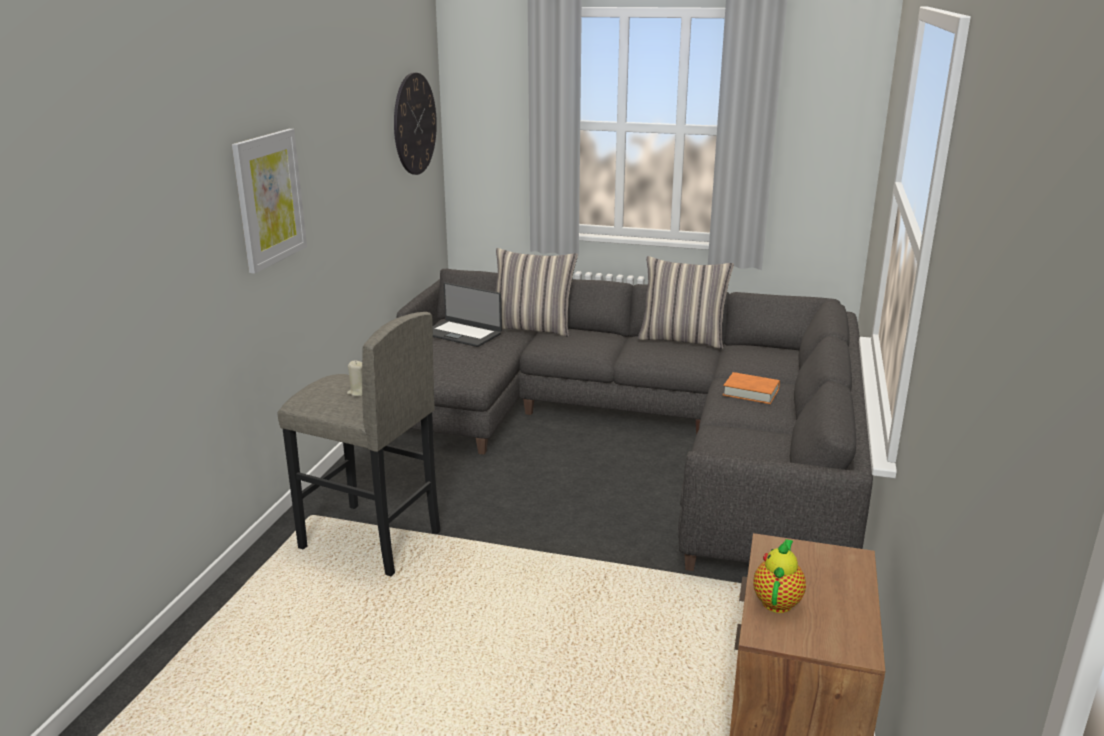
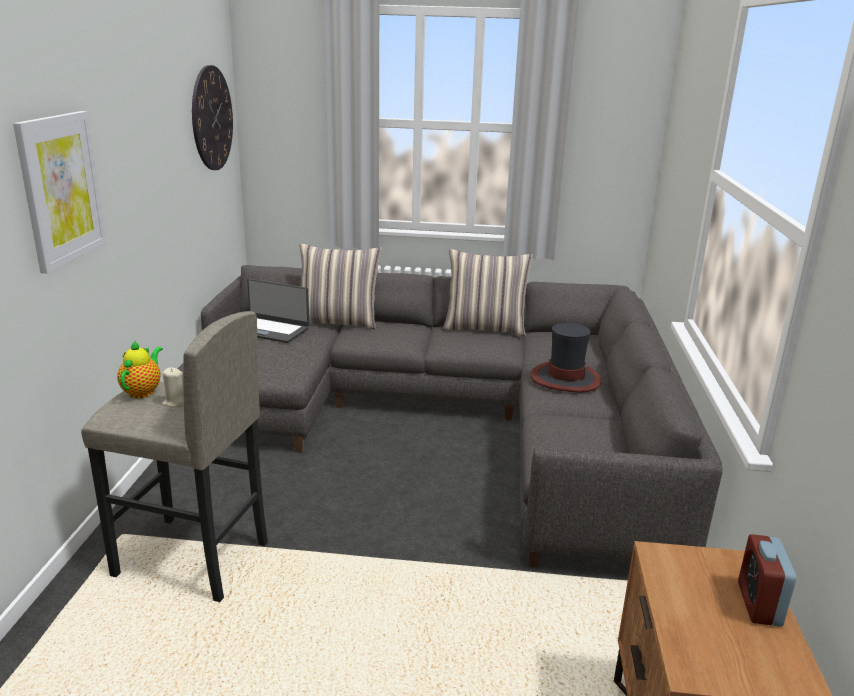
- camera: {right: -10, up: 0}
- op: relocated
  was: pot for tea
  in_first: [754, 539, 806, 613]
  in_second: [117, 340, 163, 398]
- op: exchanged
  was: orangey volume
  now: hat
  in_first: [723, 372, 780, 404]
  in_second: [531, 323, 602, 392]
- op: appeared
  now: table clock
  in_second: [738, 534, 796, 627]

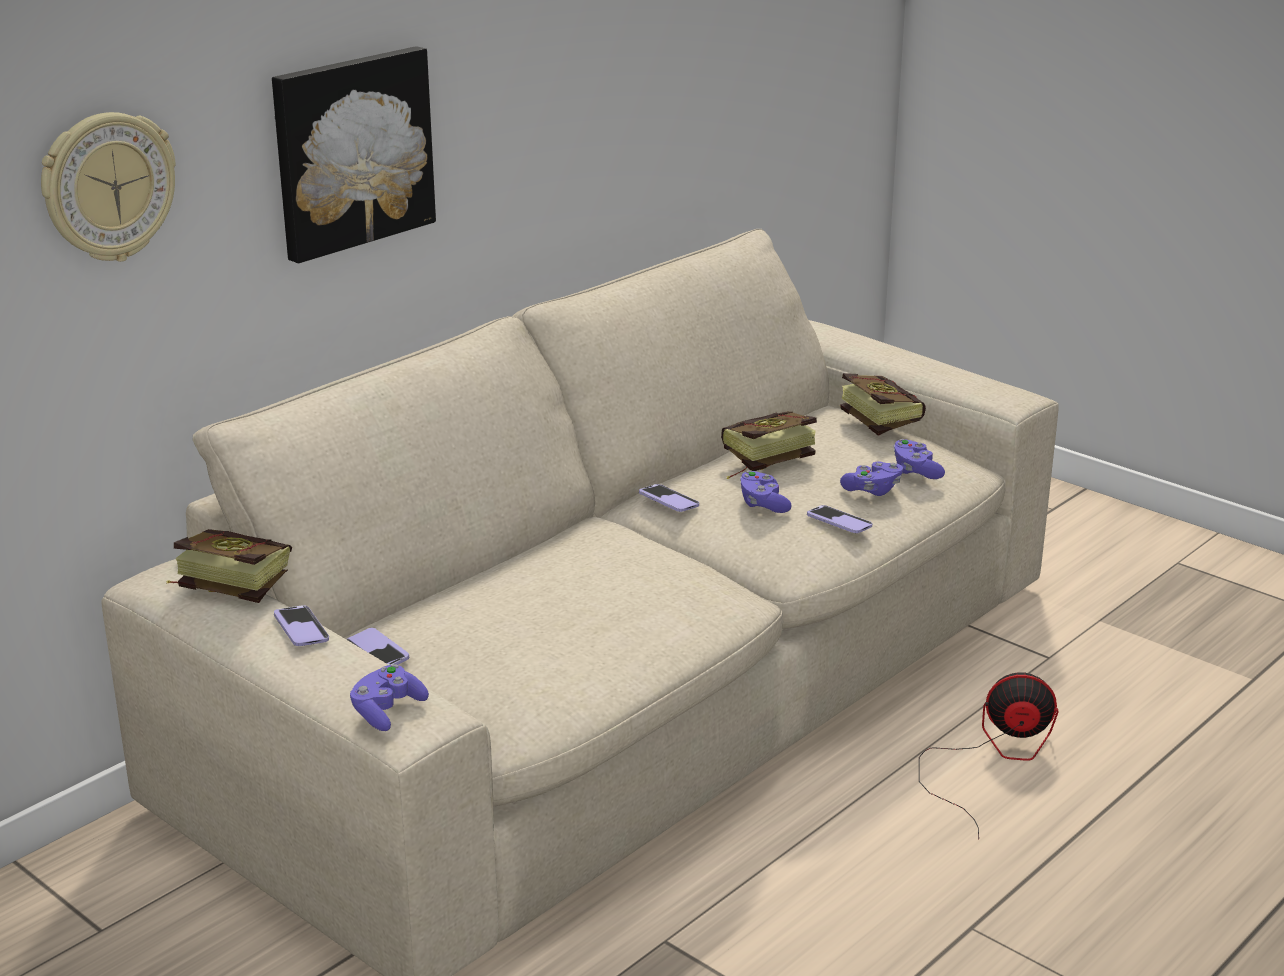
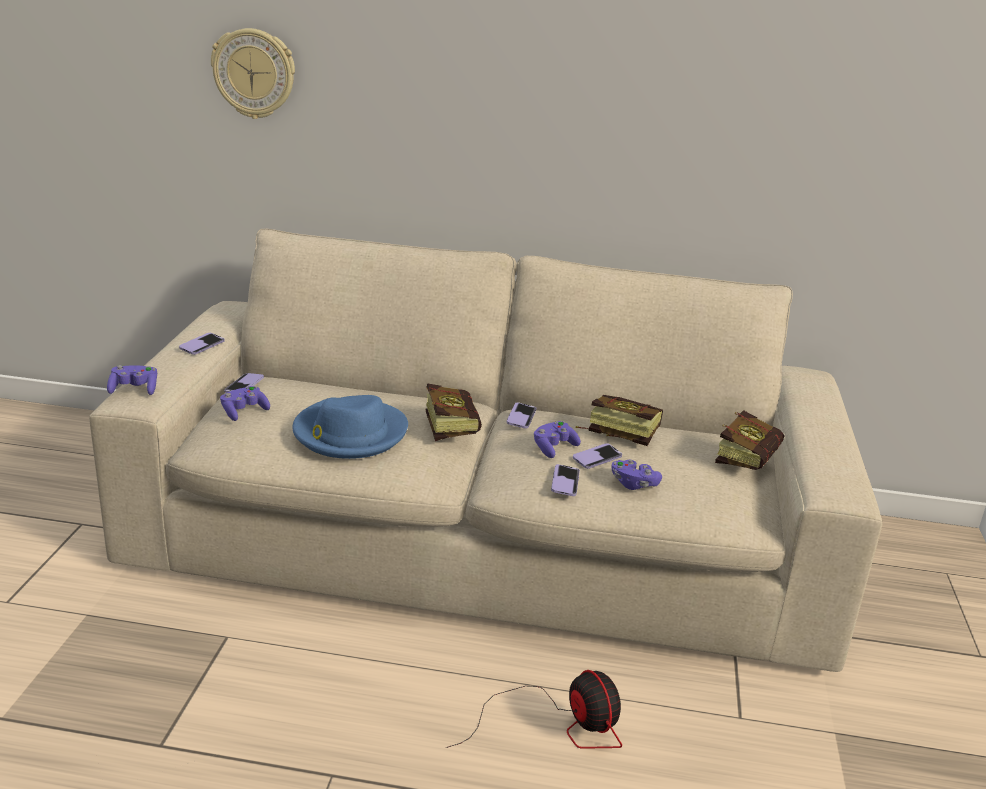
- camera: {right: 55, up: 0}
- op: relocated
  was: purple-coloured game controller
  in_first: [893, 439, 945, 479]
  in_second: [220, 386, 270, 421]
- op: appeared
  now: blue hat
  in_second: [292, 395, 408, 459]
- op: relocated
  was: volume
  in_first: [166, 529, 292, 603]
  in_second: [426, 383, 482, 441]
- op: appeared
  now: handset
  in_second: [573, 443, 622, 469]
- op: missing
  was: wall art
  in_first: [272, 46, 436, 263]

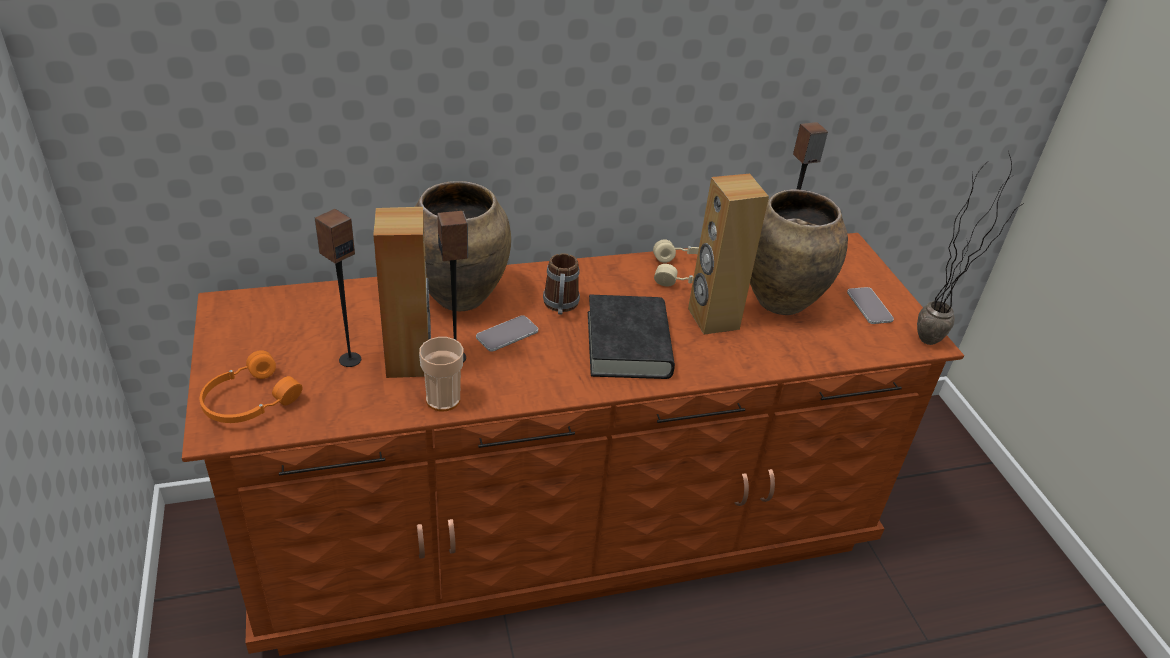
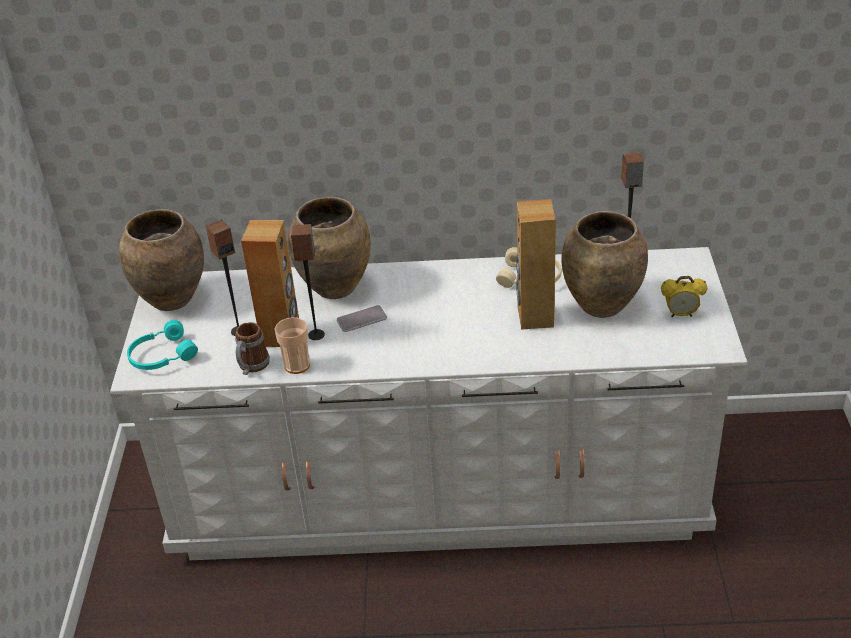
- camera: {right: 20, up: 0}
- op: colour
  was: brown-coloured drawer chest
  now: white-coloured drawer chest
  in_first: [182, 233, 964, 656]
  in_second: [110, 247, 747, 560]
- op: appeared
  now: brown-coloured flower vase
  in_second: [119, 209, 204, 311]
- op: colour
  was: orangey pair of headphones
  now: turquoise pair of headphones
  in_first: [200, 350, 303, 423]
  in_second: [127, 320, 198, 370]
- op: relocated
  was: mug
  in_first: [543, 253, 580, 315]
  in_second: [235, 322, 270, 375]
- op: exchanged
  was: handset
  now: table clock
  in_first: [847, 287, 894, 324]
  in_second: [661, 276, 707, 317]
- op: missing
  was: black-coloured volume
  in_first: [588, 295, 675, 379]
- op: missing
  was: plant in a pot
  in_first: [917, 151, 1024, 345]

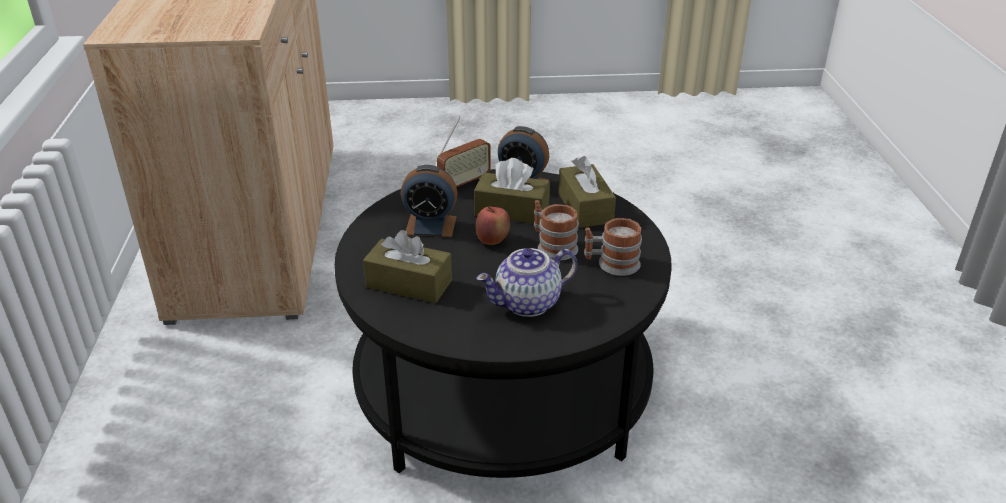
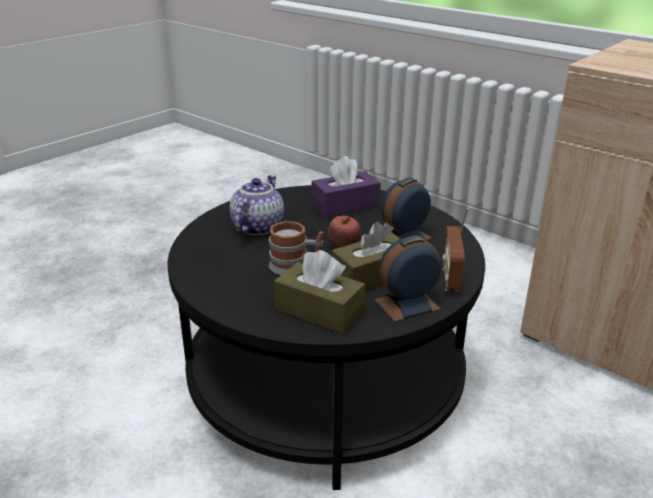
- camera: {right: 135, up: -5}
- op: colour
  was: brown-coloured box of tissues
  now: purple-coloured box of tissues
  in_first: [363, 230, 452, 303]
  in_second: [312, 156, 381, 218]
- op: missing
  was: mug
  in_first: [584, 218, 642, 276]

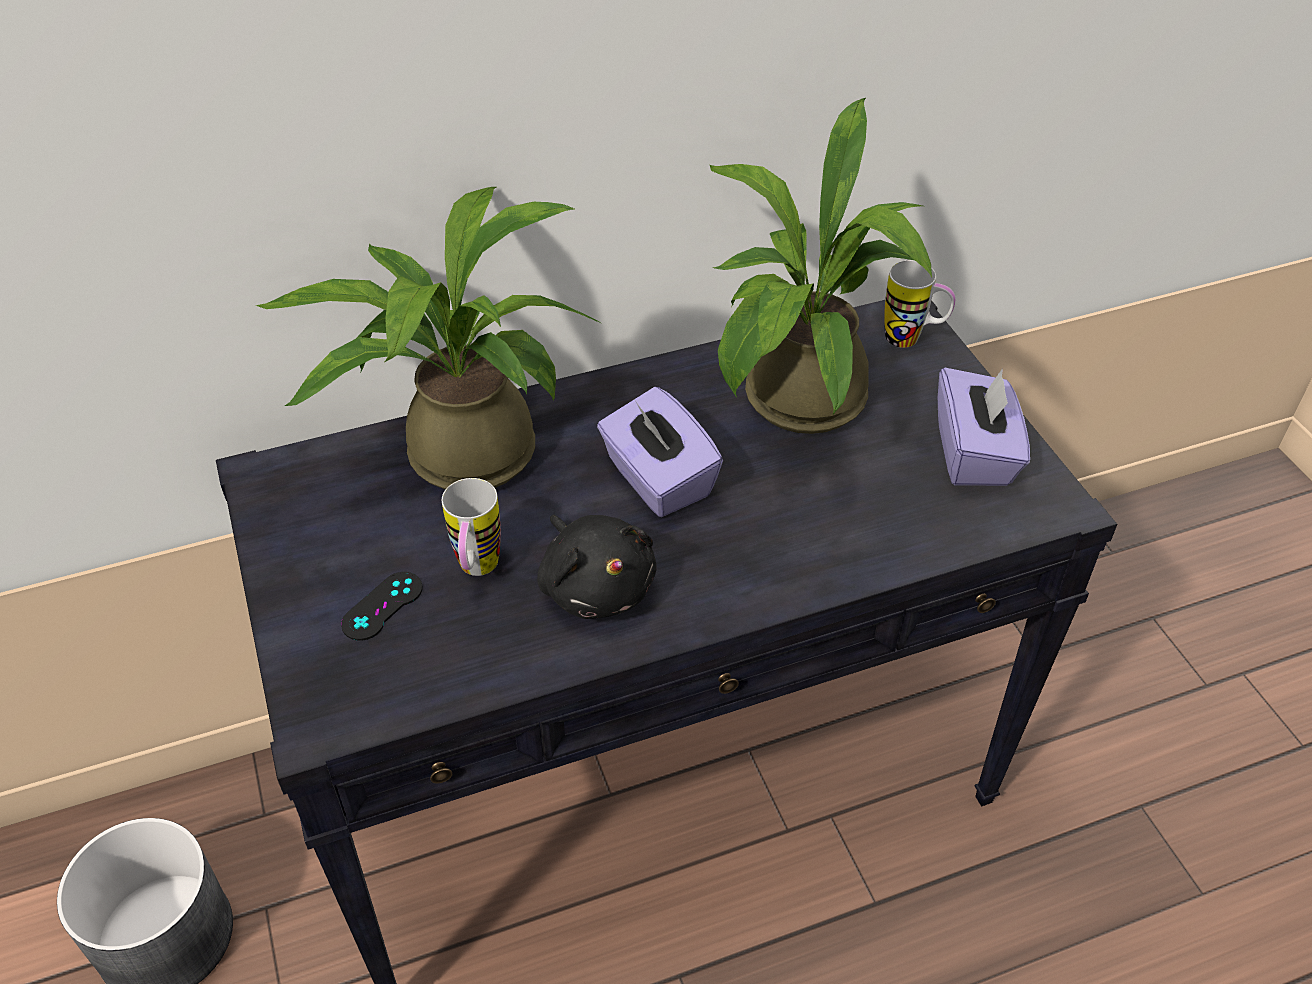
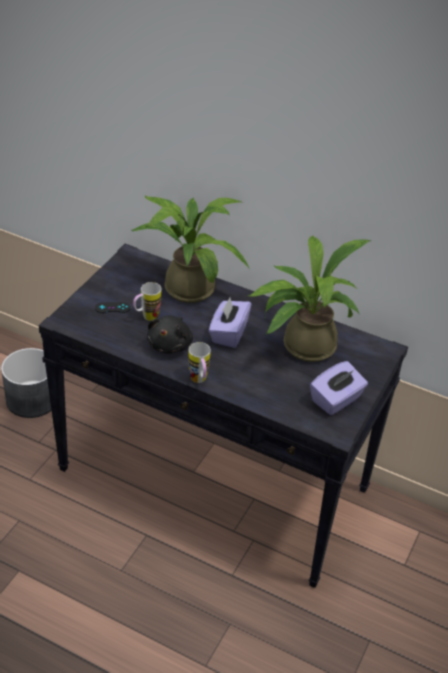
- camera: {right: 45, up: -5}
- op: relocated
  was: mug
  in_first: [884, 260, 955, 348]
  in_second: [188, 342, 211, 383]

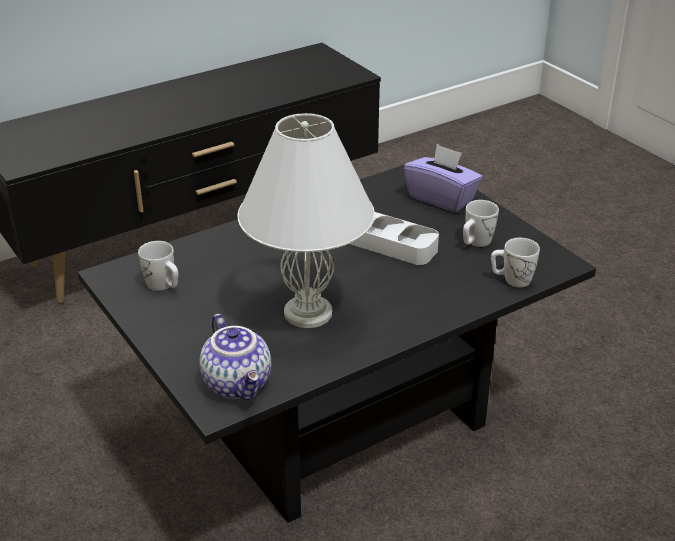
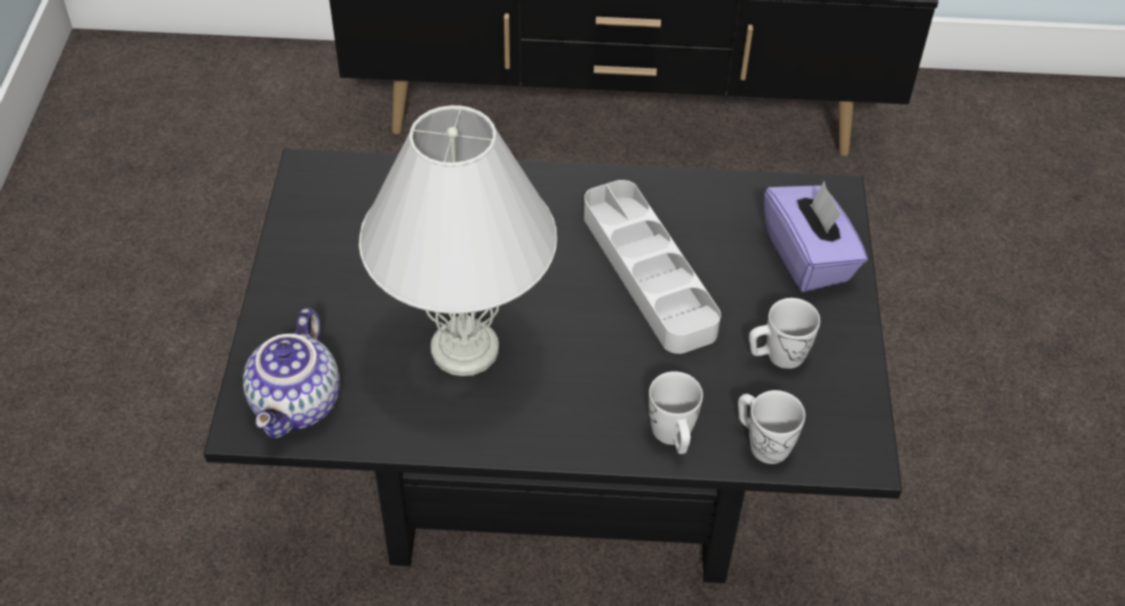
- camera: {right: 35, up: 15}
- op: relocated
  was: white-coloured mug
  in_first: [138, 241, 178, 291]
  in_second: [649, 371, 703, 454]

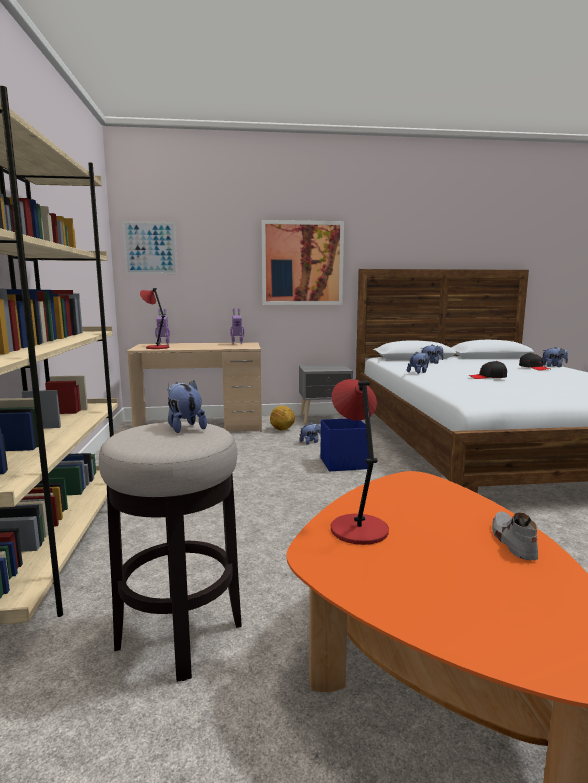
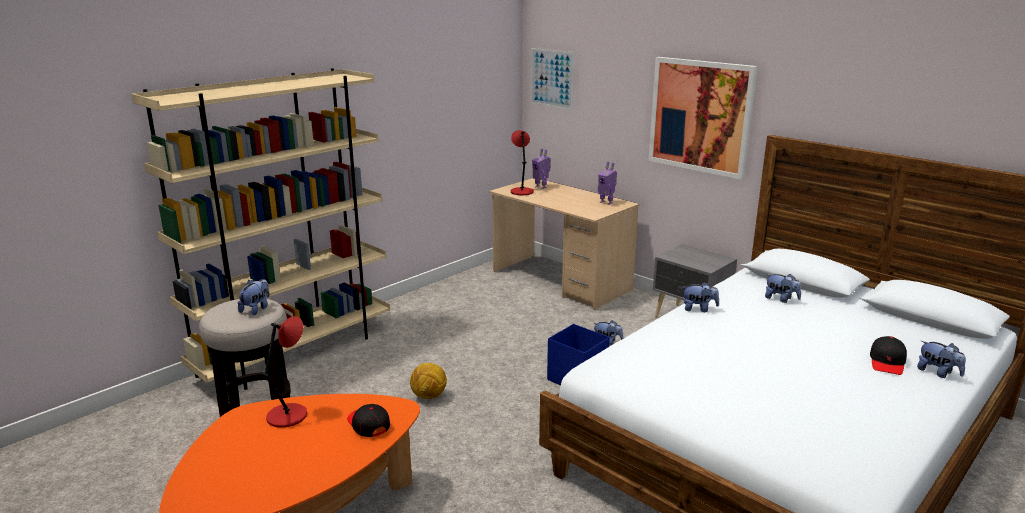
- camera: {right: 50, up: 10}
- op: relocated
  was: black-coloured peaked cap
  in_first: [469, 361, 507, 379]
  in_second: [347, 404, 390, 437]
- op: relocated
  was: football
  in_first: [270, 406, 295, 430]
  in_second: [410, 363, 447, 399]
- op: missing
  was: grey shoe
  in_first: [492, 511, 538, 560]

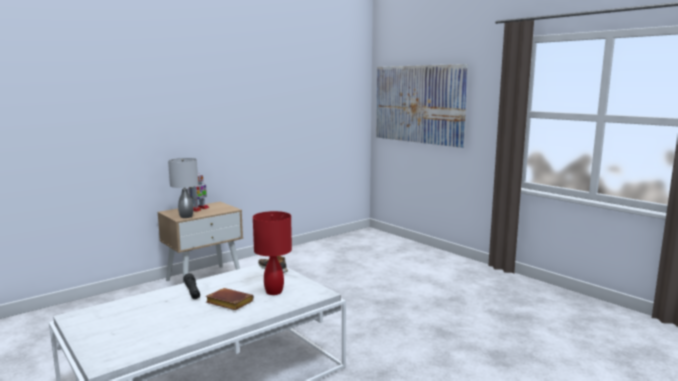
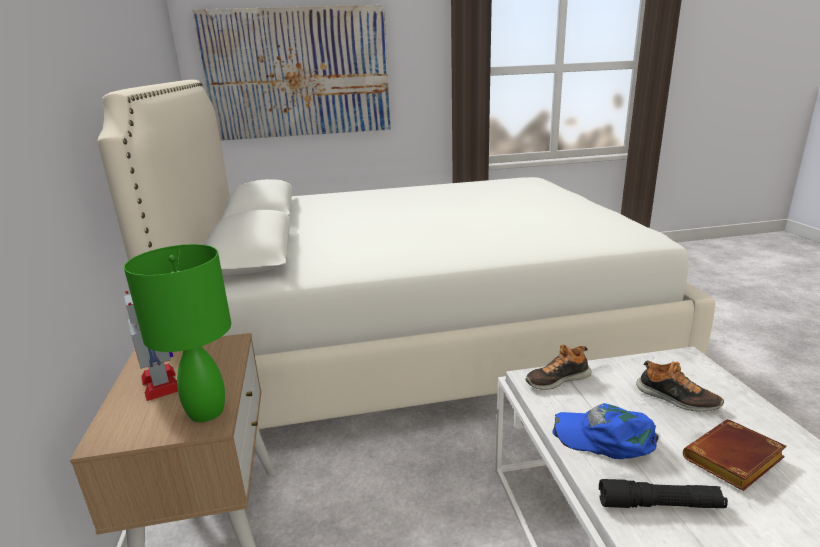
- camera: {right: -60, up: 10}
- op: appeared
  now: white-coloured bedroom bed
  in_second: [98, 80, 715, 429]
- op: colour
  was: grey tabletop lamp
  now: green tabletop lamp
  in_first: [168, 158, 198, 218]
  in_second: [124, 244, 231, 422]
- op: appeared
  now: blue peaked cap
  in_second: [552, 403, 658, 459]
- op: exchanged
  was: red tabletop lamp
  now: shoe
  in_first: [253, 211, 292, 295]
  in_second: [636, 361, 724, 412]

